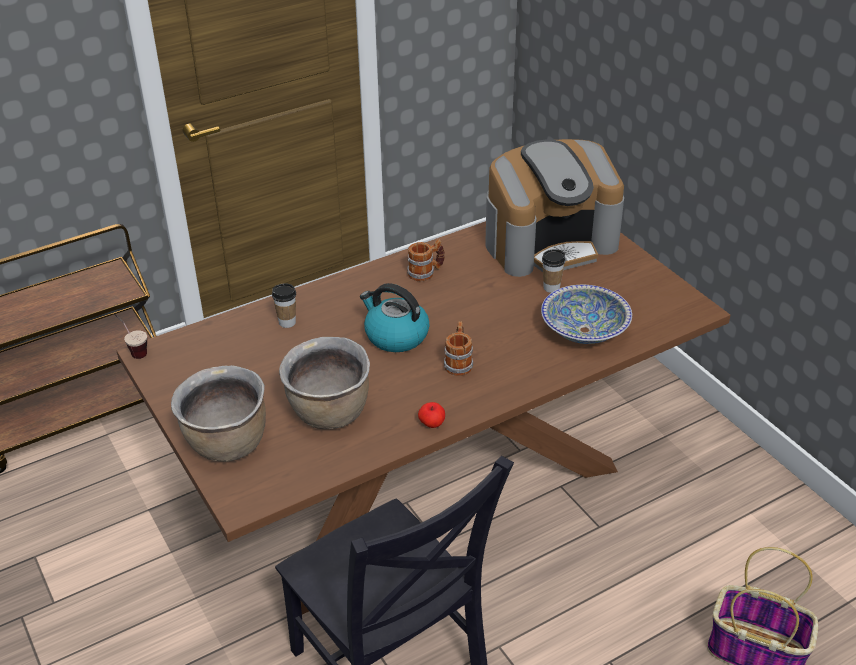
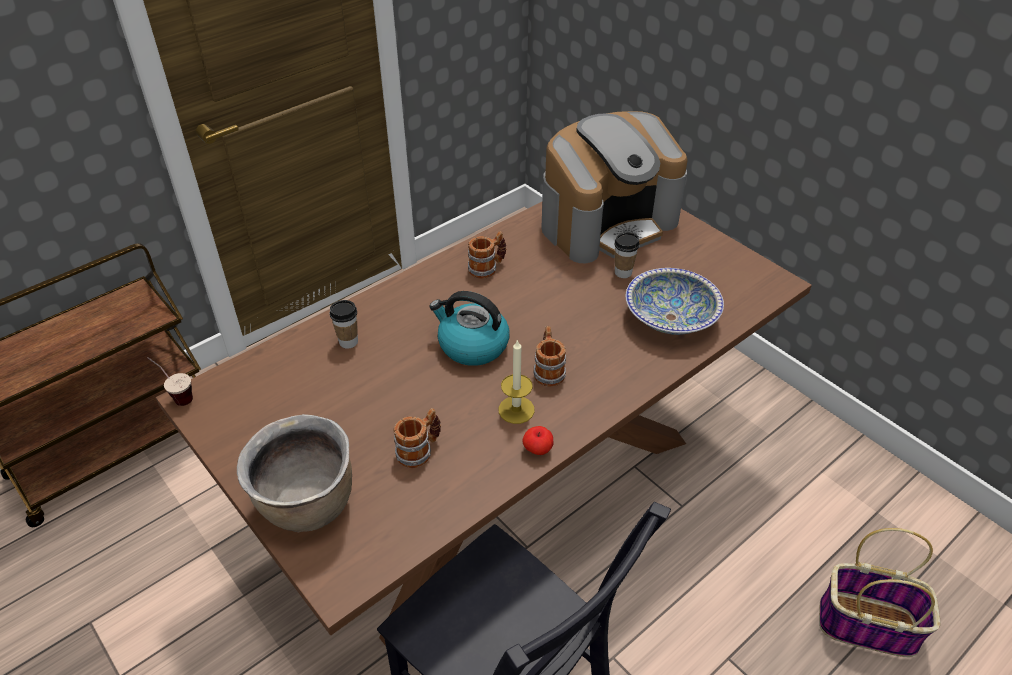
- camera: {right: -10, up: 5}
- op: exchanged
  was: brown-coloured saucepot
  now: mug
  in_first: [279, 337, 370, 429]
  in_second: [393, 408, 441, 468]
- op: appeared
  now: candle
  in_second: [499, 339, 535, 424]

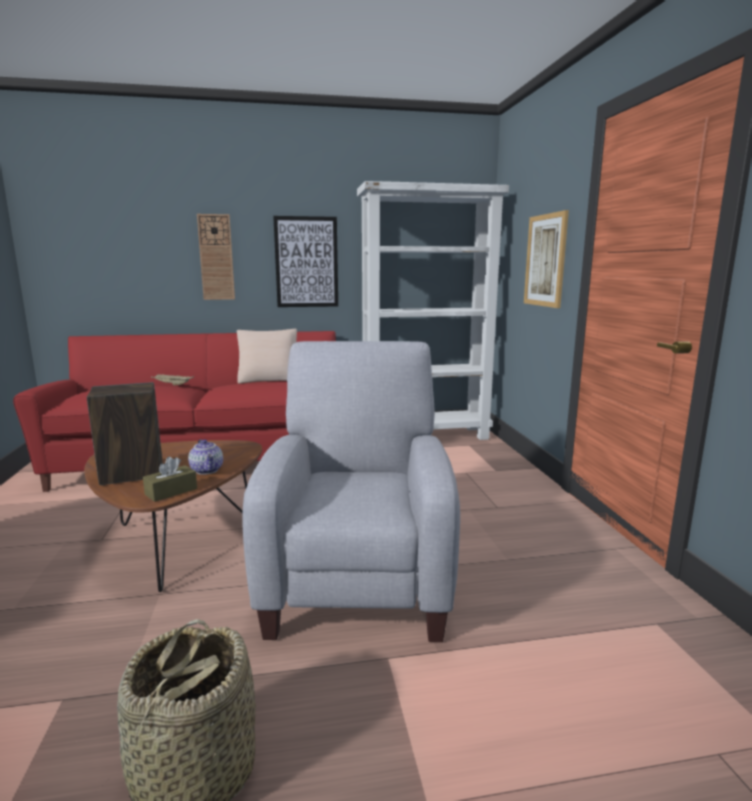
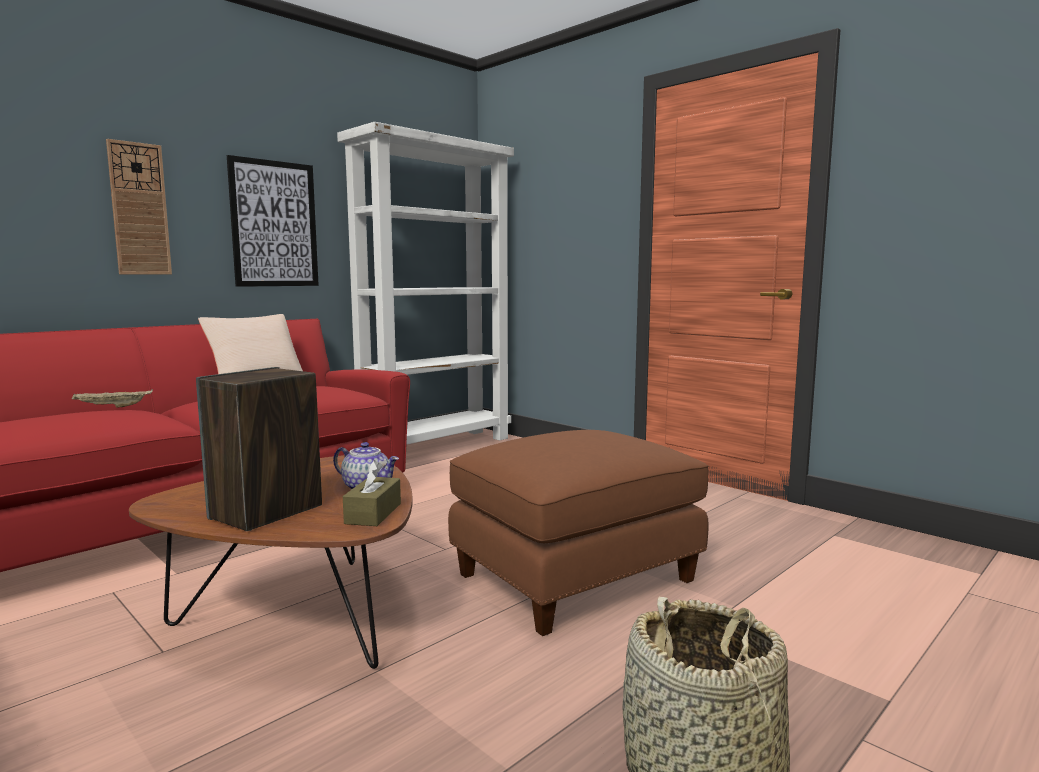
- camera: {right: -35, up: -5}
- op: exchanged
  was: grey armchair
  now: brown-coloured ottoman
  in_first: [242, 341, 460, 642]
  in_second: [448, 430, 709, 636]
- op: missing
  was: wall art
  in_first: [524, 210, 569, 308]

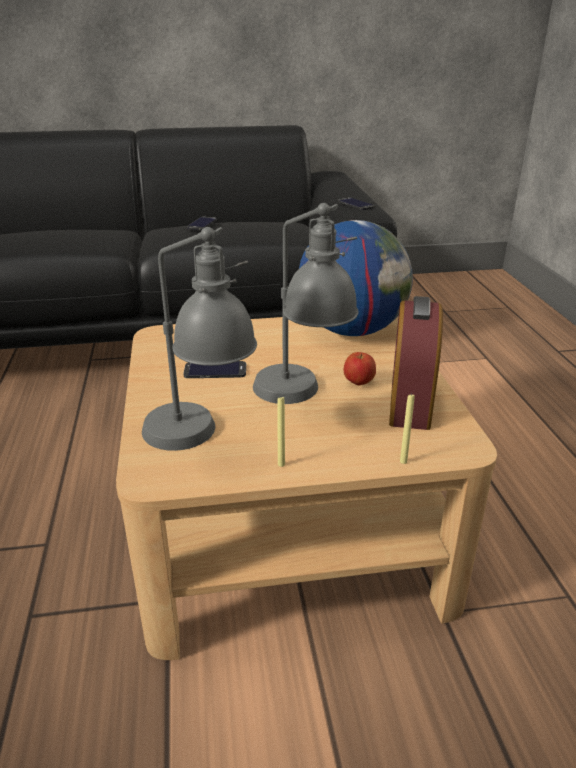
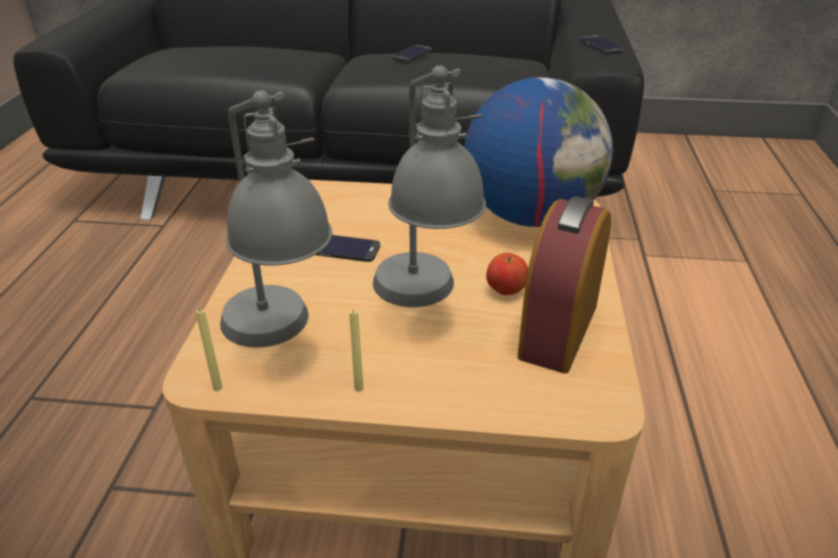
- camera: {right: 15, up: 5}
- op: relocated
  was: yellow candle
  in_first: [400, 393, 415, 464]
  in_second: [196, 309, 222, 391]

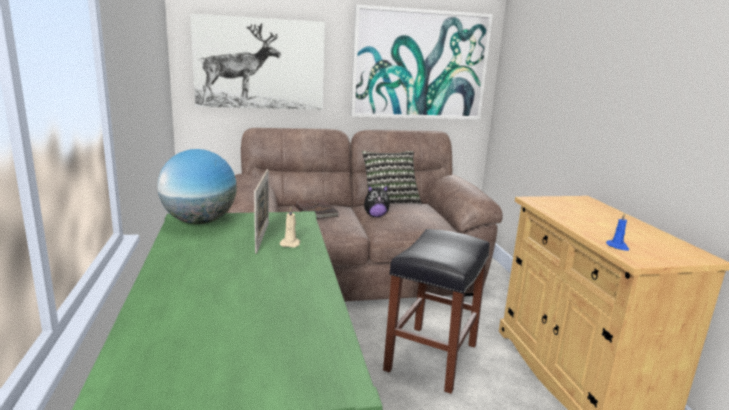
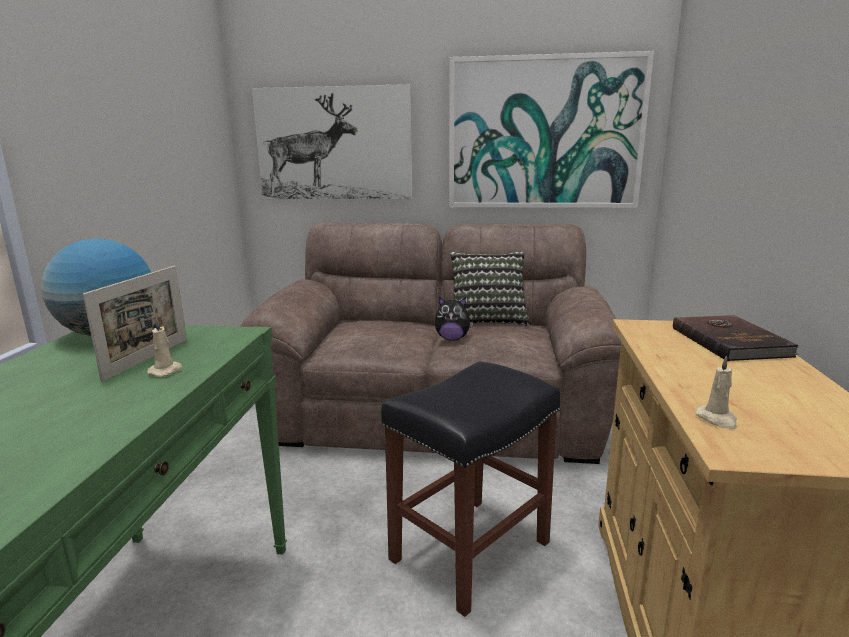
- camera: {right: 20, up: 0}
- op: relocated
  was: brown-coloured volume
  in_first: [294, 199, 339, 219]
  in_second: [673, 315, 799, 361]
- op: colour
  was: blue candle
  now: beige-coloured candle
  in_first: [606, 213, 629, 251]
  in_second: [695, 355, 737, 429]

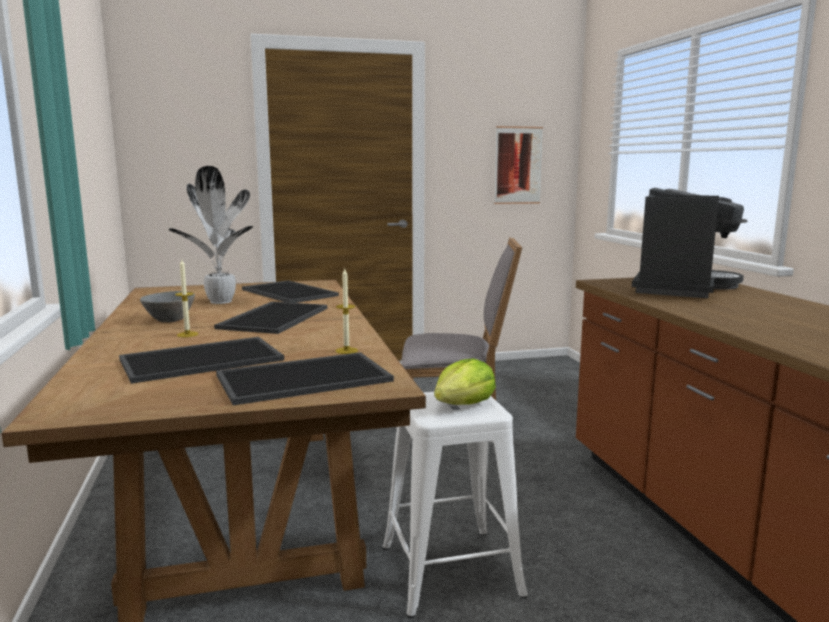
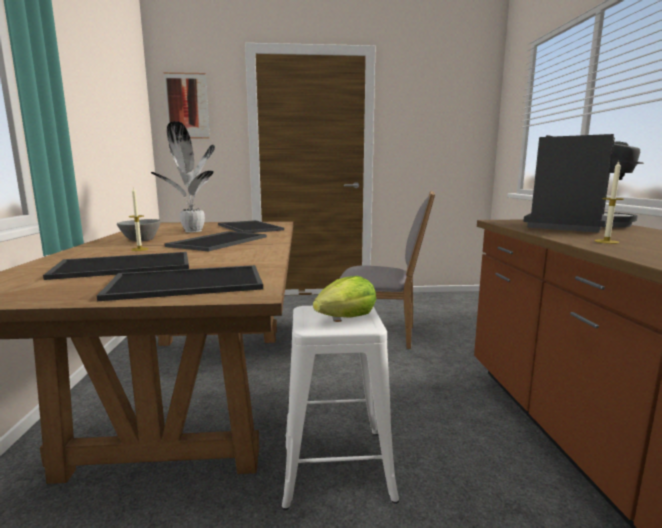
- camera: {right: 10, up: 0}
- op: relocated
  was: wall art
  in_first: [494, 126, 543, 204]
  in_second: [164, 72, 210, 139]
- op: relocated
  was: candle
  in_first: [335, 269, 358, 354]
  in_second: [594, 161, 624, 244]

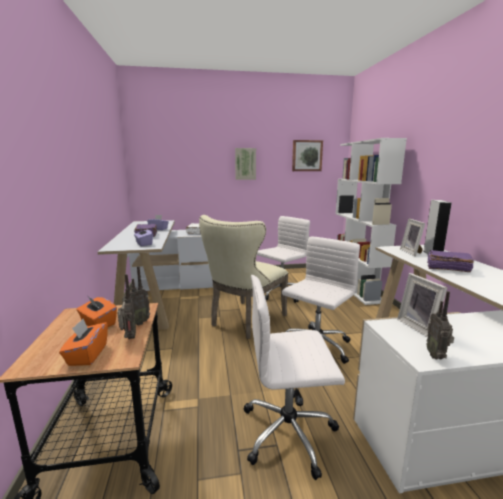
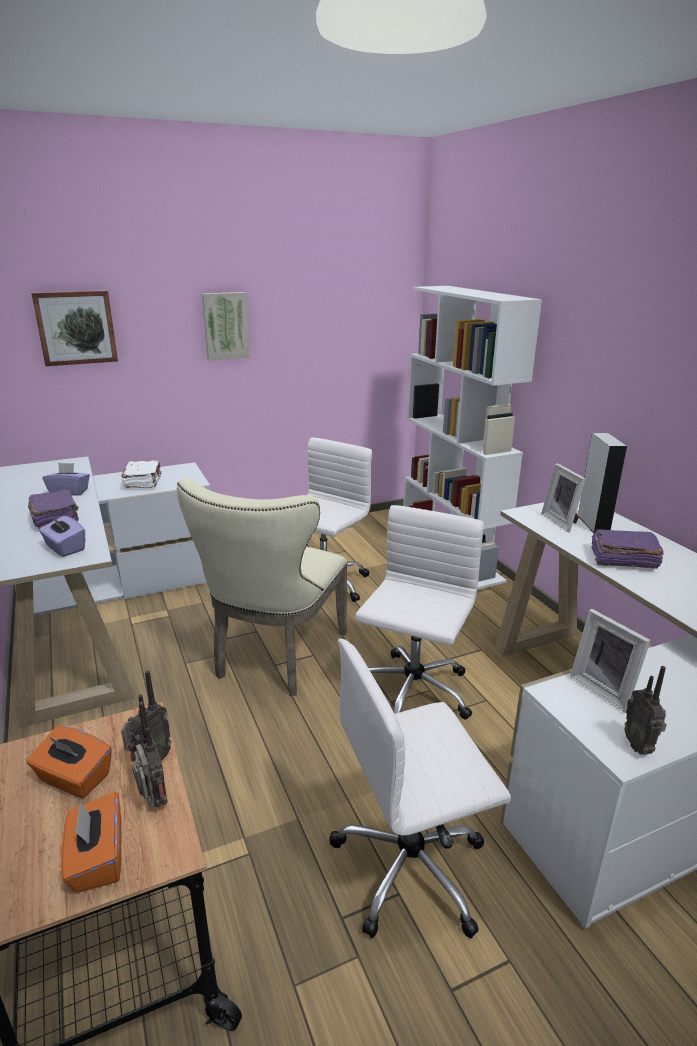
- camera: {right: -15, up: 10}
- op: relocated
  was: wall art
  in_first: [292, 140, 323, 171]
  in_second: [32, 290, 118, 366]

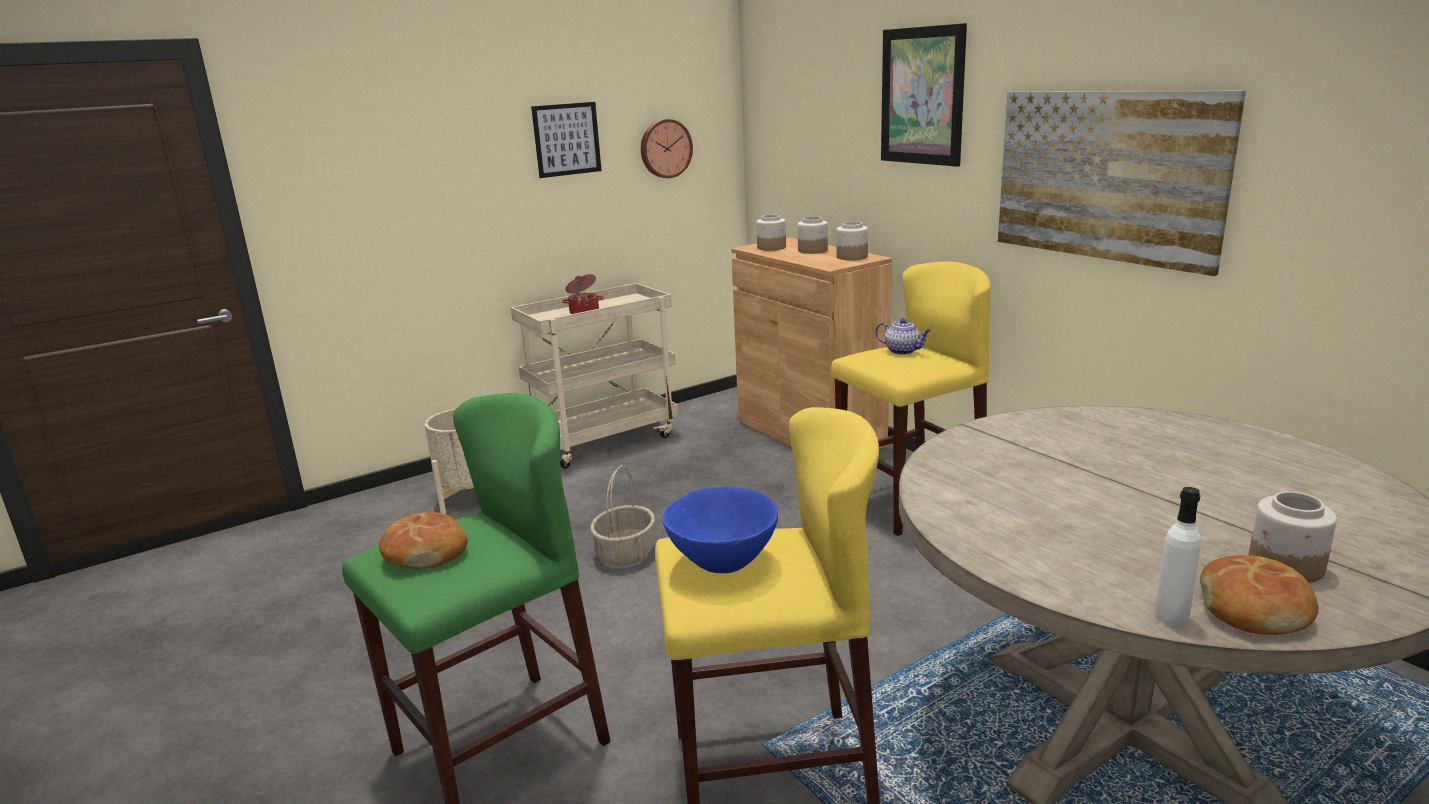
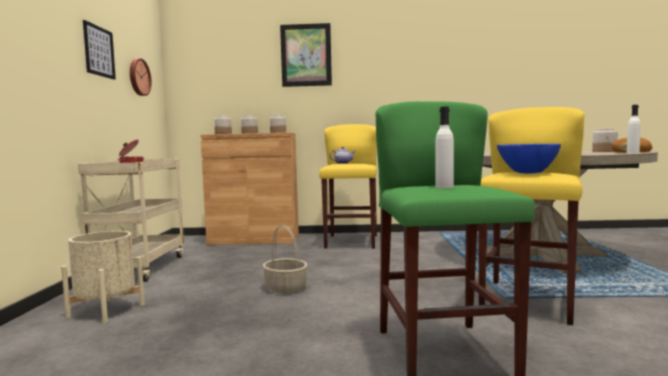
- camera: {right: -55, up: -15}
- op: exchanged
  was: bakery bread
  now: white-coloured beverage bottle
  in_first: [379, 512, 468, 569]
  in_second: [435, 107, 454, 188]
- op: missing
  was: wall art
  in_first: [998, 90, 1246, 276]

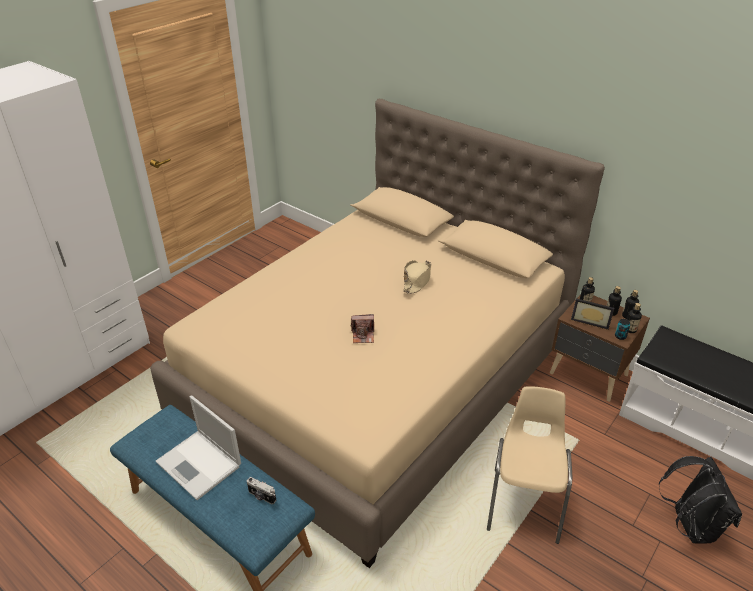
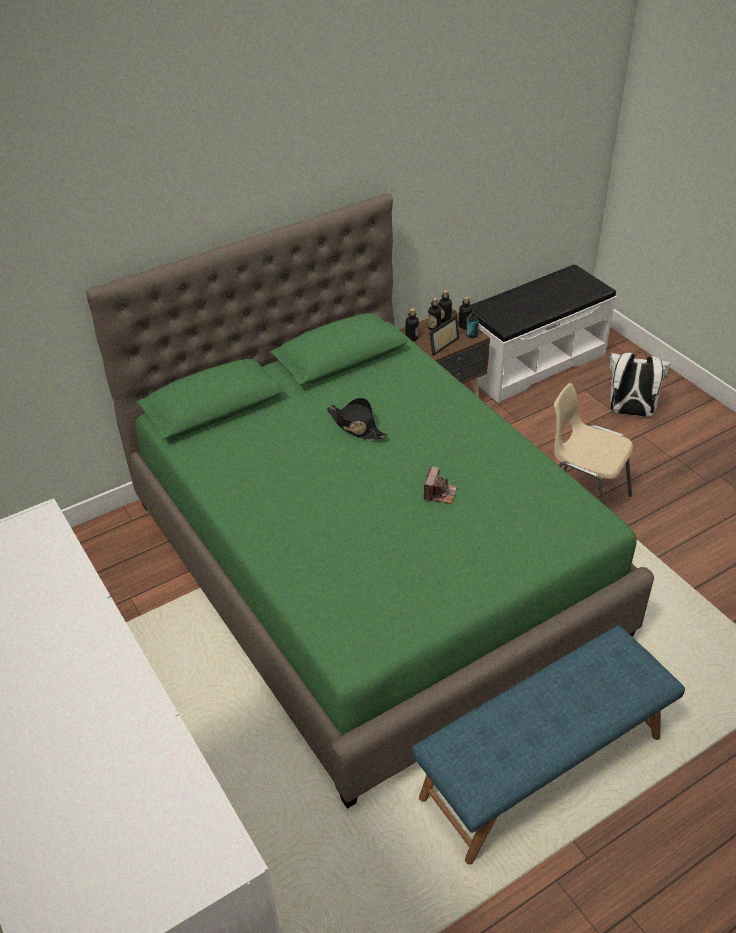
- camera: {right: -70, up: 5}
- op: colour
  was: beige-coloured bedroom bed
  now: green bedroom bed
  in_first: [150, 99, 605, 568]
  in_second: [86, 193, 654, 809]
- op: colour
  was: beige-coloured hat
  now: black-coloured hat
  in_first: [403, 260, 431, 294]
  in_second: [327, 398, 388, 440]
- op: colour
  was: black-coloured knapsack
  now: white-coloured knapsack
  in_first: [659, 456, 742, 544]
  in_second: [609, 352, 671, 417]
- op: missing
  was: notebook computer
  in_first: [156, 396, 241, 500]
- op: missing
  was: photo camera
  in_first: [247, 477, 276, 504]

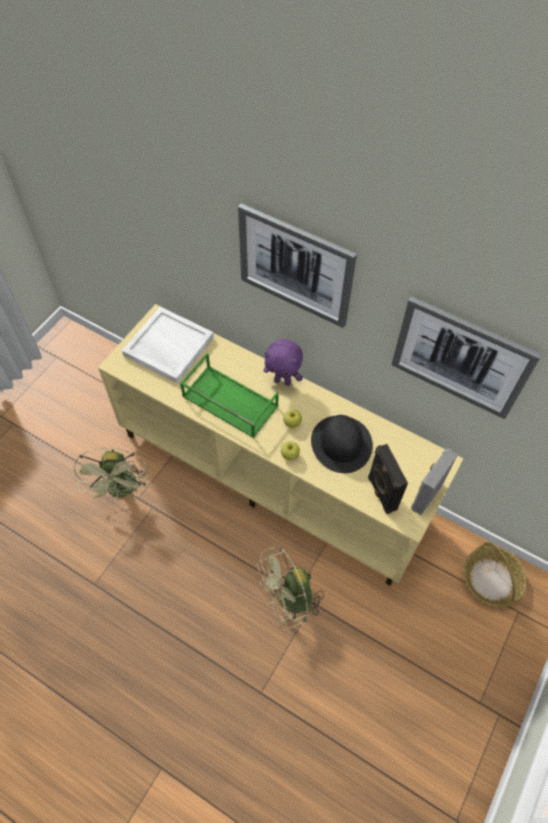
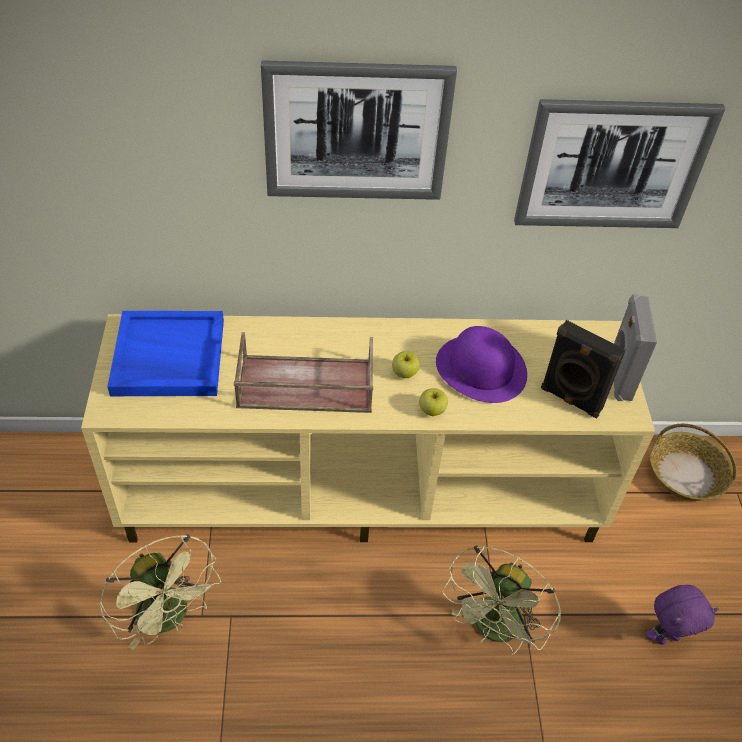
- camera: {right: -35, up: -10}
- op: colour
  was: white-coloured carrying tray
  now: blue carrying tray
  in_first: [122, 307, 214, 384]
  in_second: [107, 311, 224, 396]
- op: colour
  was: green carrying tray
  now: brown-coloured carrying tray
  in_first: [180, 353, 279, 438]
  in_second: [234, 332, 373, 413]
- op: colour
  was: black-coloured hat
  now: purple-coloured hat
  in_first: [311, 415, 373, 473]
  in_second: [436, 326, 527, 403]
- op: relocated
  was: purple-coloured soft toy
  in_first: [263, 339, 303, 386]
  in_second: [645, 585, 719, 645]

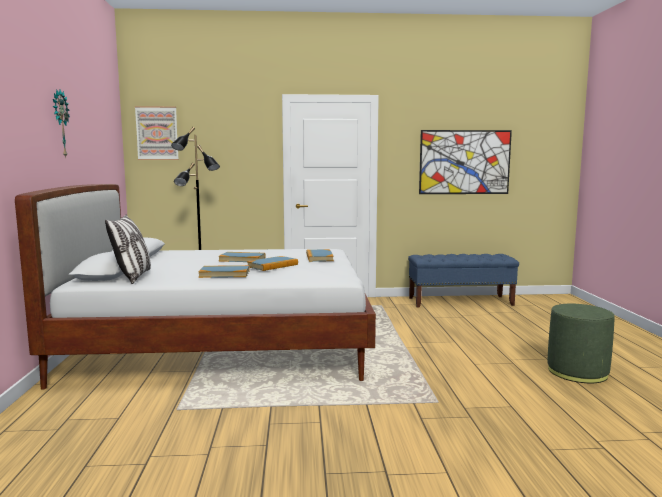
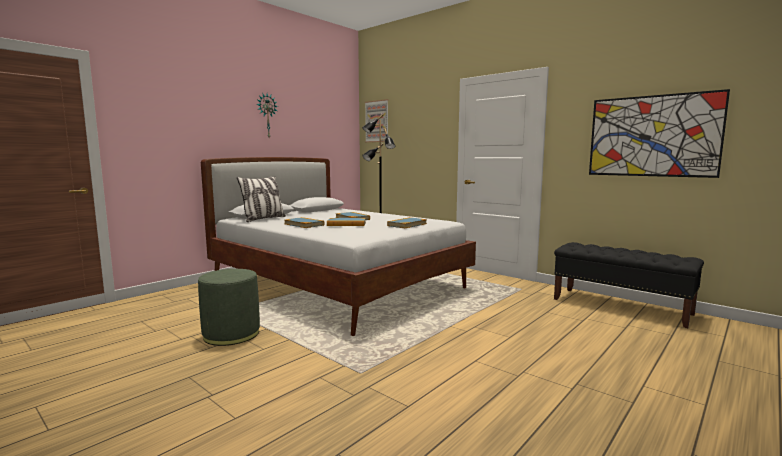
- camera: {right: 45, up: 0}
- op: relocated
  was: green ottoman
  in_first: [547, 304, 615, 383]
  in_second: [198, 269, 260, 346]
- op: colour
  was: blue long seat
  now: black-coloured long seat
  in_first: [408, 254, 519, 307]
  in_second: [554, 242, 704, 328]

